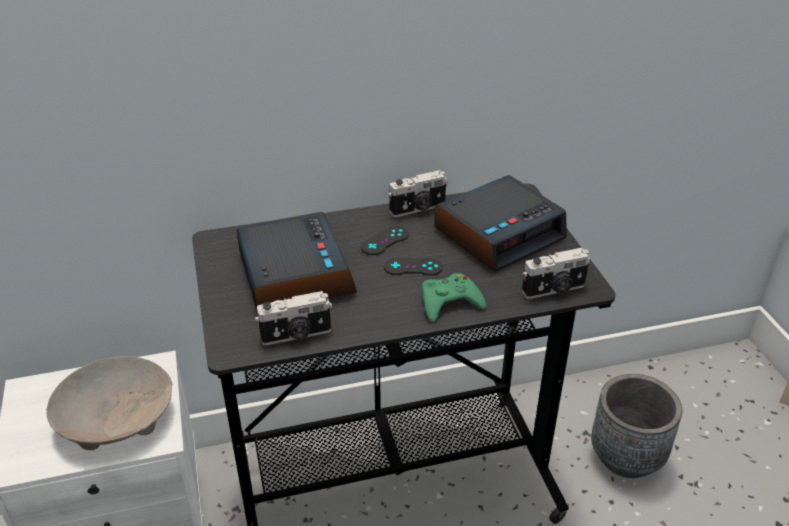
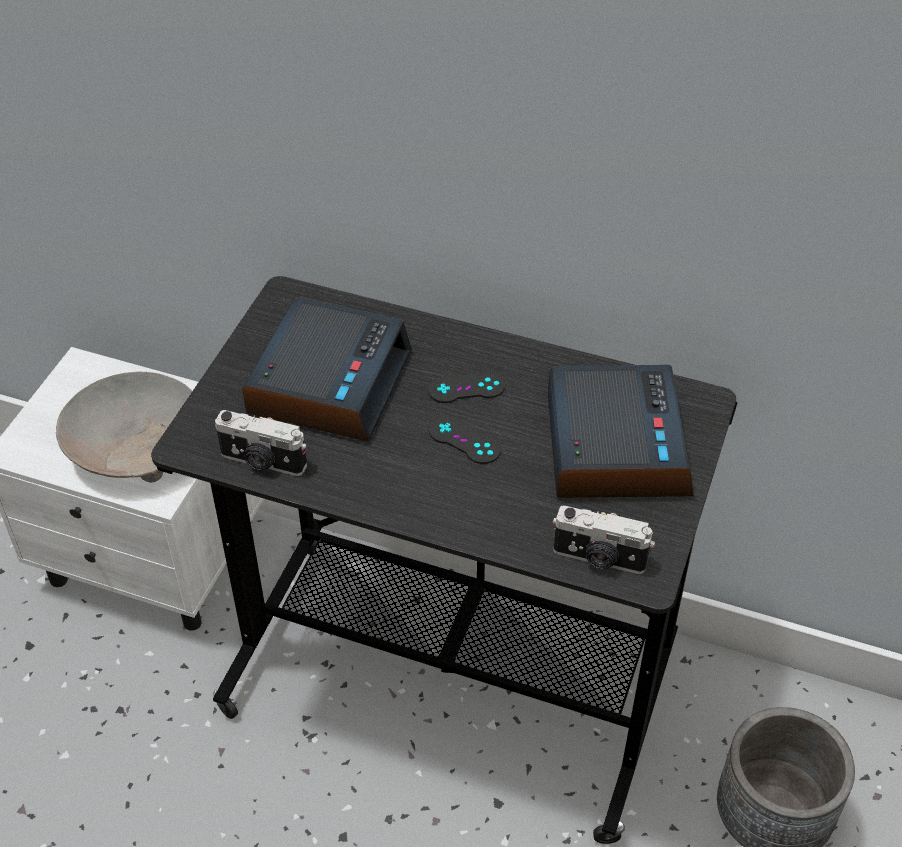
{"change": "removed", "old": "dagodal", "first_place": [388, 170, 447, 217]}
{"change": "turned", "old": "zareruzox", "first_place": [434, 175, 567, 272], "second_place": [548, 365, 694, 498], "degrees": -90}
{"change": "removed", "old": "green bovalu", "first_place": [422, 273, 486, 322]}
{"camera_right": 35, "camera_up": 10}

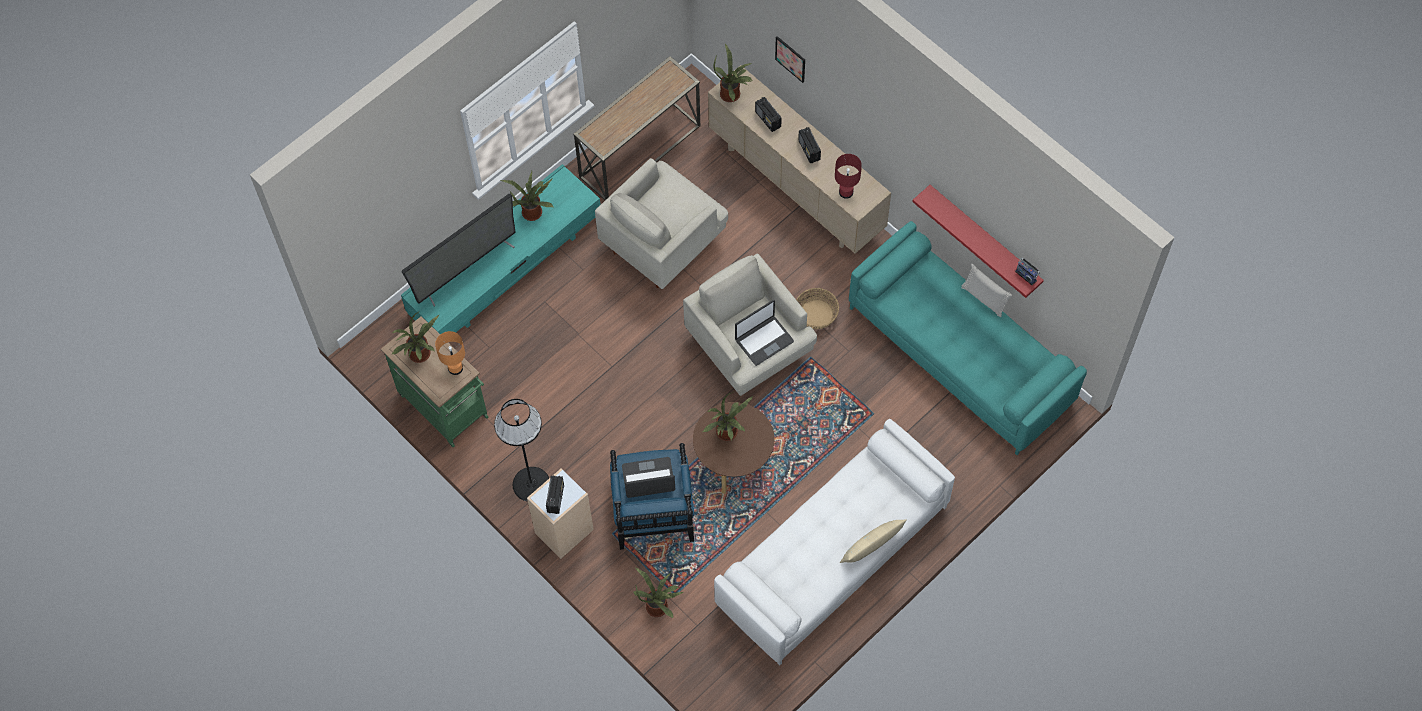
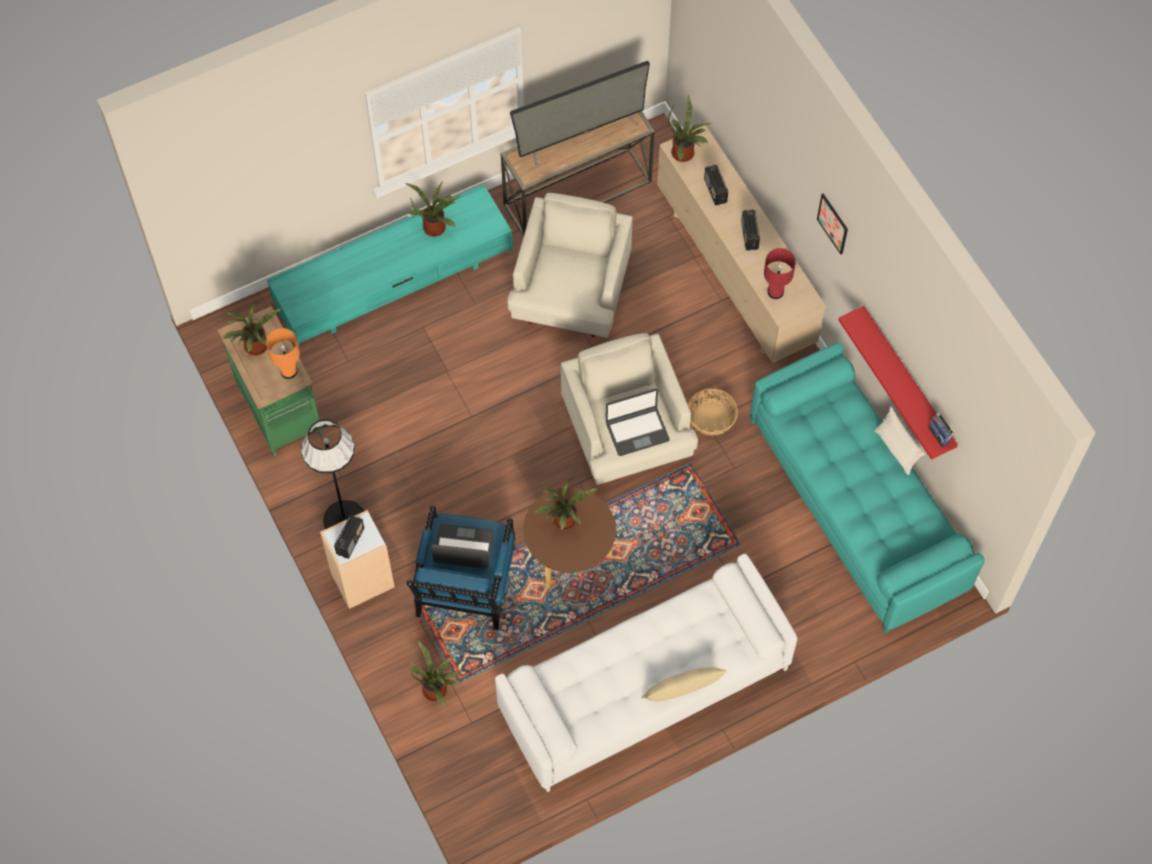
{"change": "moved", "old": "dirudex", "first_place": [775, 36, 805, 83], "second_place": [817, 193, 848, 255]}
{"change": "turned", "old": "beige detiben", "first_place": [595, 158, 728, 289], "second_place": [507, 193, 633, 338], "degrees": 135}
{"change": "moved", "old": "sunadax", "first_place": [401, 193, 515, 307], "second_place": [510, 61, 650, 165]}
{"camera_right": 15, "camera_up": 0}

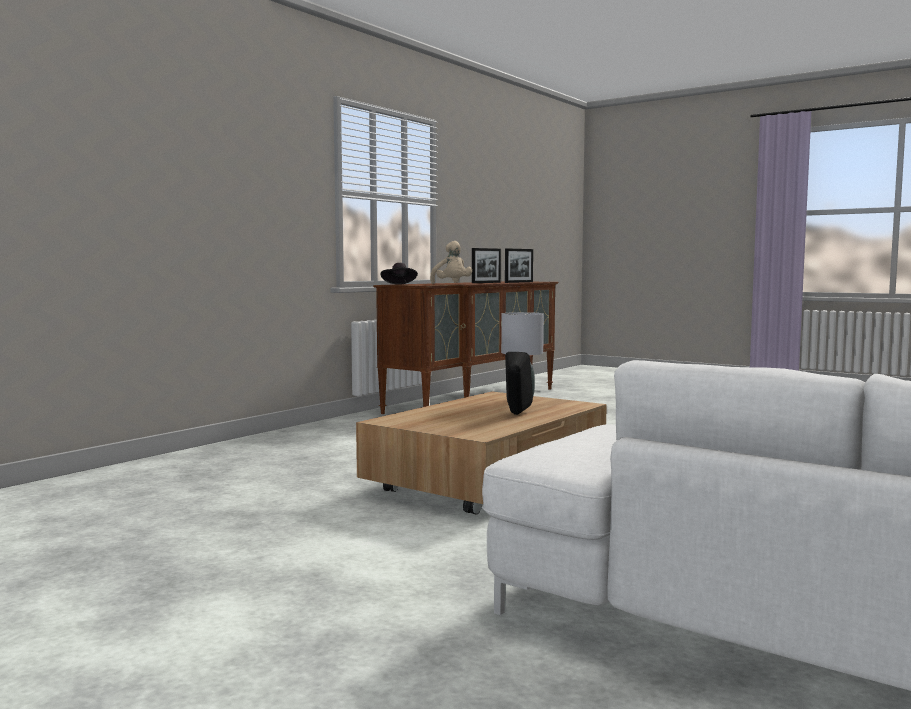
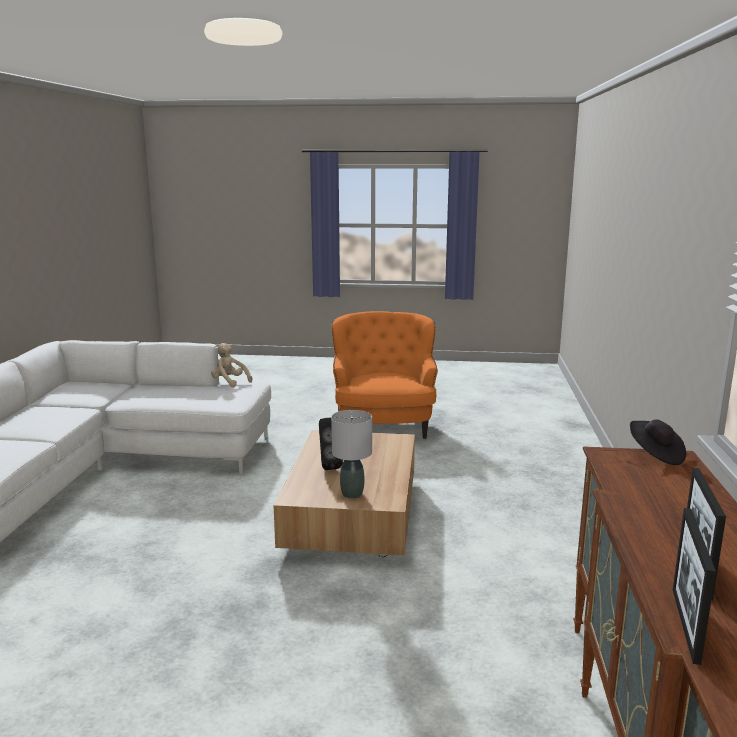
{"change": "moved", "old": "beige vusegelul", "first_place": [430, 241, 472, 284], "second_place": [211, 343, 252, 387]}
{"change": "added", "new": "orange detiben", "second_place": [332, 311, 438, 439]}
{"camera_right": 150, "camera_up": 10}

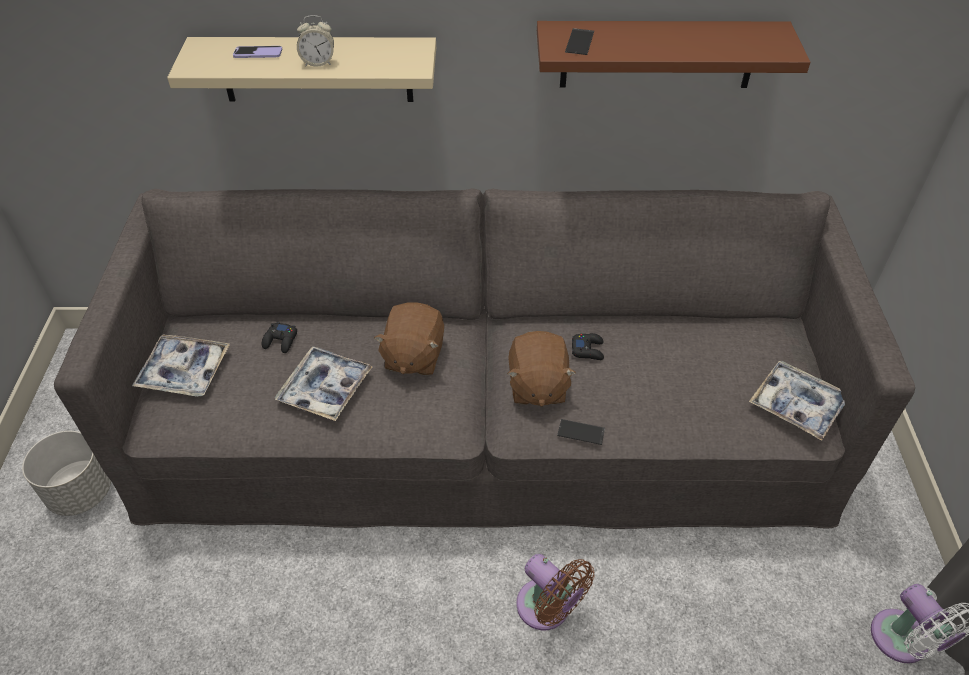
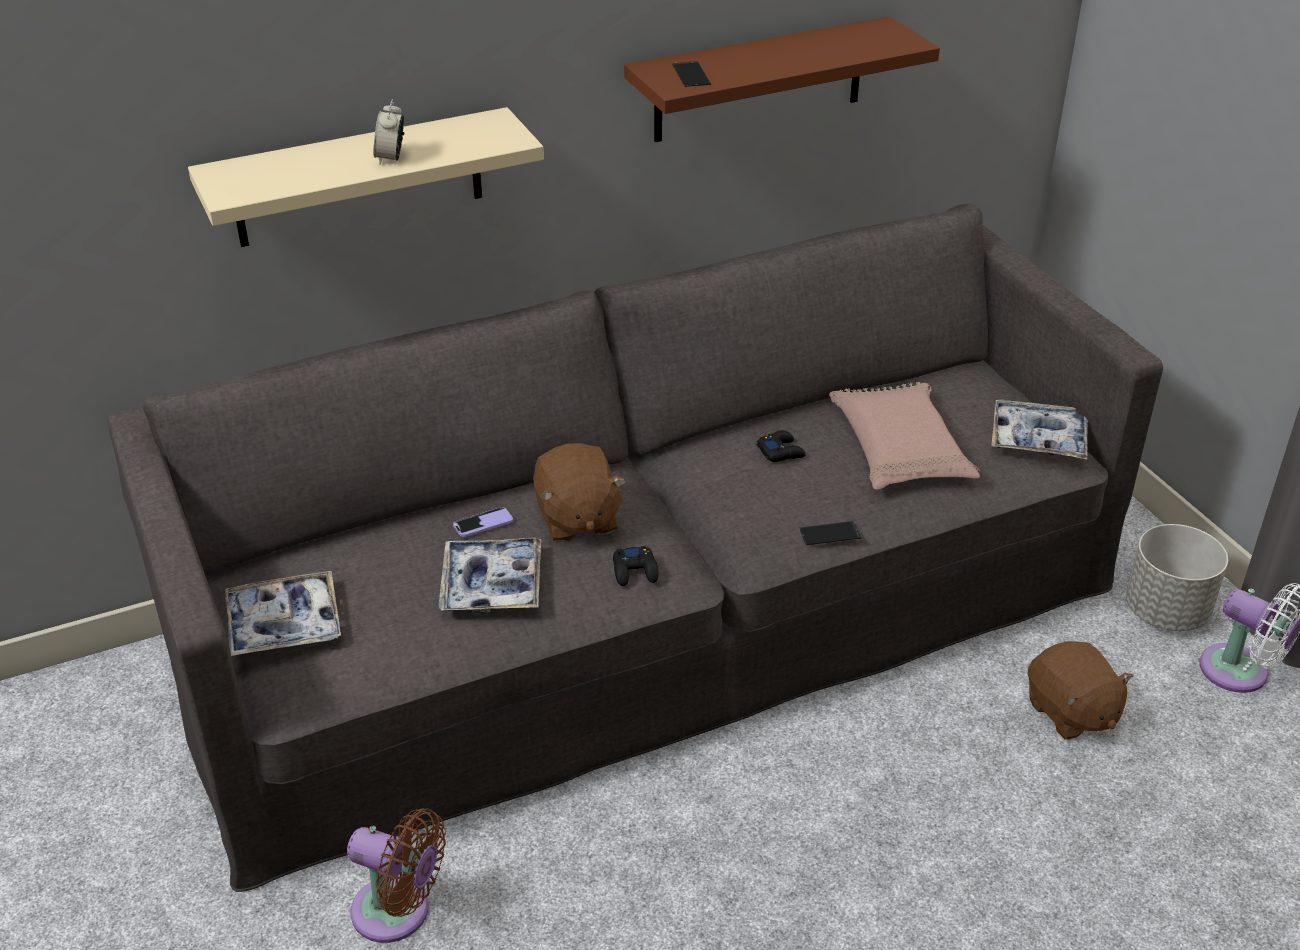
{"change": "turned", "old": "zareruzox", "first_place": [297, 15, 334, 67], "second_place": [373, 99, 404, 165], "degrees": 120}
{"change": "moved", "old": "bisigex", "first_place": [233, 46, 282, 58], "second_place": [453, 507, 513, 537]}
{"change": "moved", "old": "black bovalu", "first_place": [262, 322, 297, 353], "second_place": [613, 546, 659, 586]}
{"change": "moved", "old": "brown vusegelul", "first_place": [507, 331, 576, 407], "second_place": [1028, 641, 1133, 740]}
{"change": "moved", "old": "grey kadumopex", "first_place": [22, 431, 111, 516], "second_place": [1126, 524, 1228, 631]}
{"change": "moved", "old": "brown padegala", "first_place": [516, 554, 595, 631], "second_place": [347, 808, 446, 943]}
{"change": "added", "new": "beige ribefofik", "second_place": [829, 381, 980, 490]}
{"camera_right": -25, "camera_up": -10}

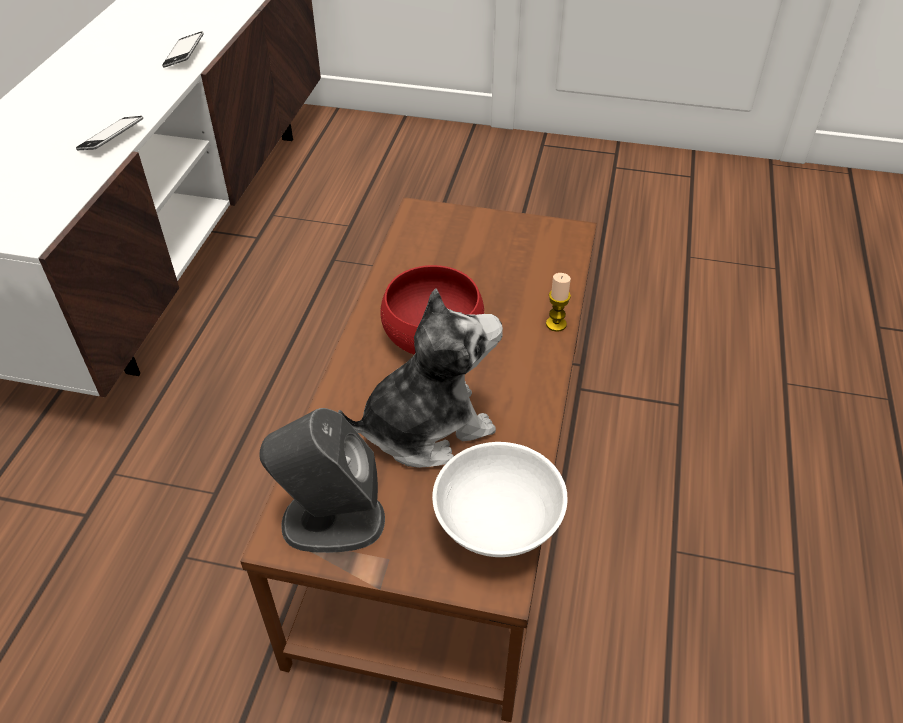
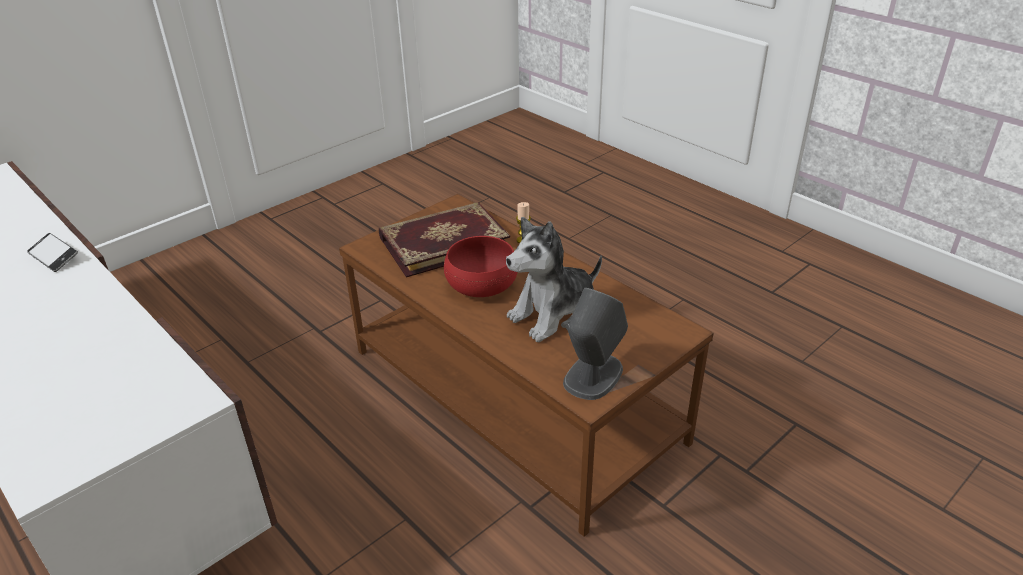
{"change": "removed", "old": "bisigex", "first_place": [76, 116, 143, 150]}
{"change": "turned", "old": "vusegelul", "first_place": [338, 288, 503, 468], "second_place": [506, 217, 602, 342], "degrees": -135}
{"change": "removed", "old": "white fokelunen", "first_place": [432, 442, 568, 557]}
{"change": "added", "new": "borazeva", "second_place": [379, 202, 510, 278]}
{"camera_right": -55, "camera_up": -10}

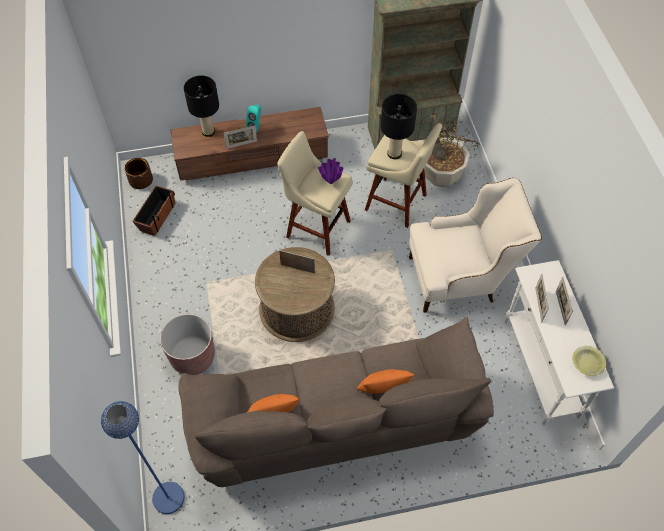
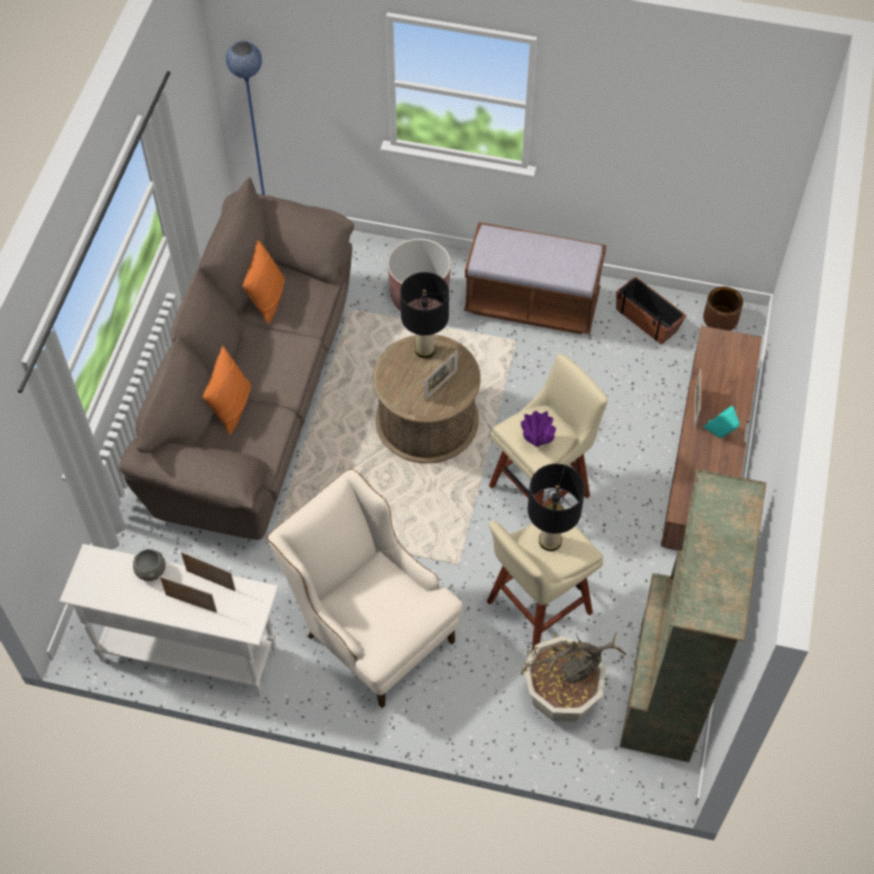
{"change": "moved", "old": "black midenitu", "first_place": [184, 75, 219, 137], "second_place": [400, 272, 449, 358]}
{"change": "turned", "old": "beige detiben", "first_place": [409, 178, 542, 313], "second_place": [267, 469, 463, 708], "degrees": 120}
{"change": "removed", "old": "yellow fokelunen", "first_place": [572, 346, 606, 376]}
{"change": "added", "new": "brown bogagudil", "second_place": [464, 222, 607, 334]}
{"change": "added", "new": "grey fokelunen", "second_place": [133, 549, 166, 581]}
{"camera_right": 115, "camera_up": 0}

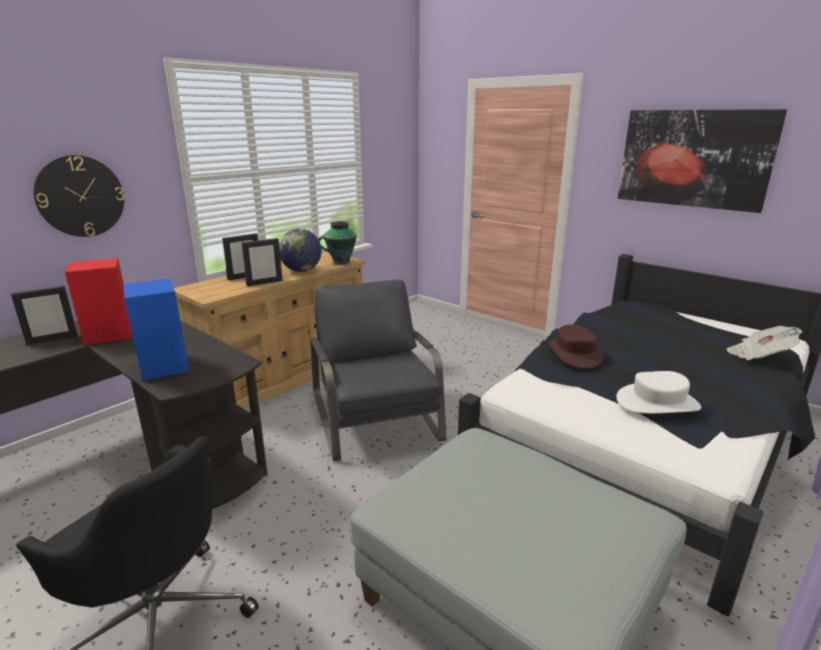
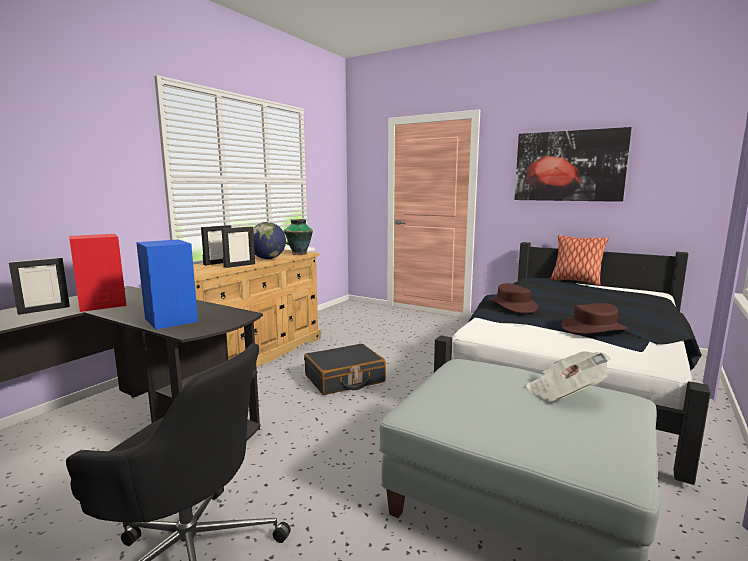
{"change": "removed", "old": "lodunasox", "first_place": [33, 155, 125, 237]}
{"change": "replaced", "old": "grey detiben", "new": "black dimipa", "first_place": [310, 279, 446, 461], "second_place": [304, 344, 386, 395]}
{"change": "moved", "old": "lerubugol", "first_place": [726, 326, 802, 360], "second_place": [526, 351, 611, 402]}
{"change": "recoloured", "old": "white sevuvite", "new": "brown sevuvite", "first_place": [616, 371, 702, 414], "second_place": [561, 303, 628, 334]}
{"change": "added", "new": "ribefofik", "second_place": [550, 235, 608, 286]}
{"camera_right": -10, "camera_up": -10}

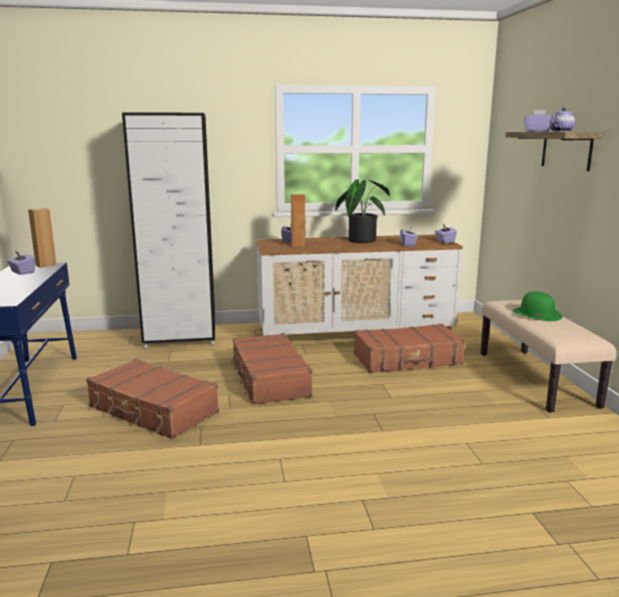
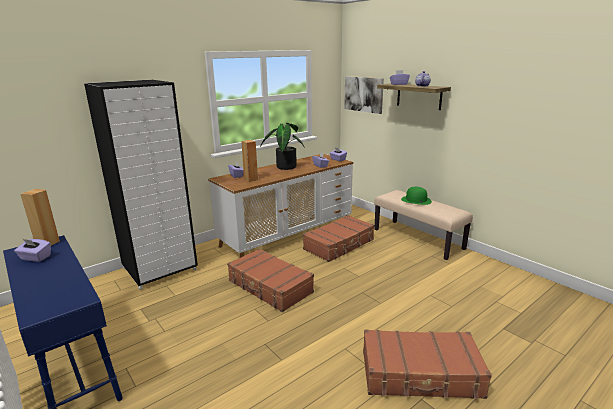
{"change": "moved", "old": "brown dimipa", "first_place": [86, 359, 219, 439], "second_place": [363, 329, 492, 399]}
{"change": "added", "new": "dirudex", "second_place": [344, 76, 384, 114]}
{"camera_right": -30, "camera_up": 5}

